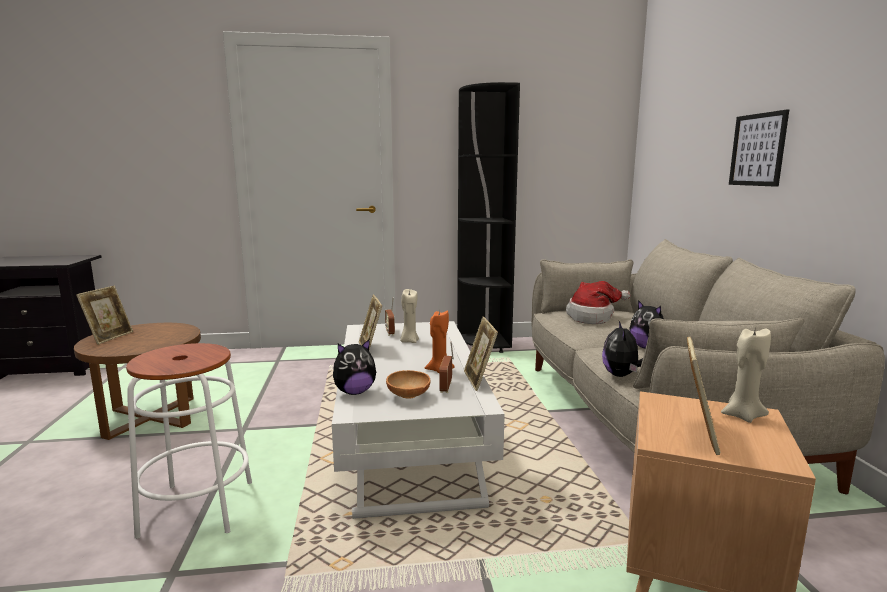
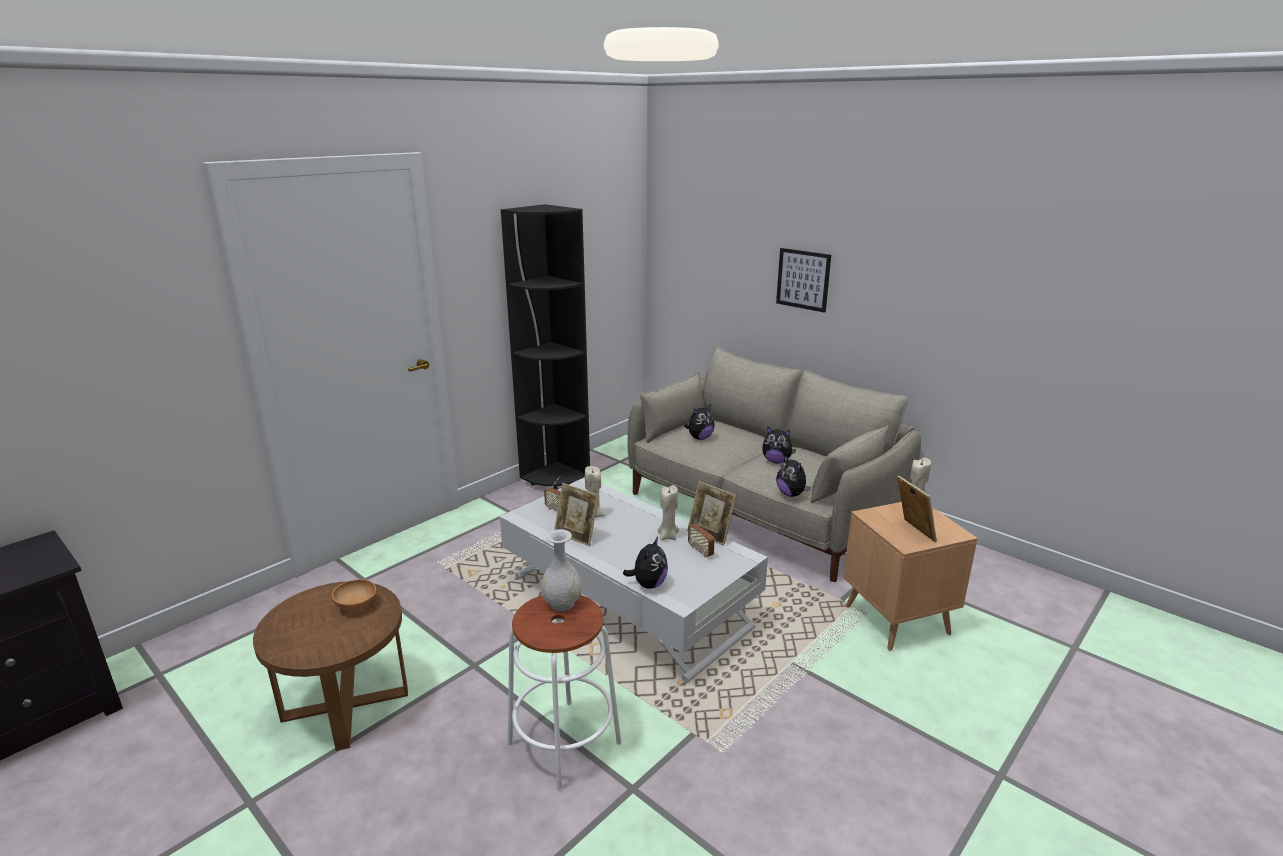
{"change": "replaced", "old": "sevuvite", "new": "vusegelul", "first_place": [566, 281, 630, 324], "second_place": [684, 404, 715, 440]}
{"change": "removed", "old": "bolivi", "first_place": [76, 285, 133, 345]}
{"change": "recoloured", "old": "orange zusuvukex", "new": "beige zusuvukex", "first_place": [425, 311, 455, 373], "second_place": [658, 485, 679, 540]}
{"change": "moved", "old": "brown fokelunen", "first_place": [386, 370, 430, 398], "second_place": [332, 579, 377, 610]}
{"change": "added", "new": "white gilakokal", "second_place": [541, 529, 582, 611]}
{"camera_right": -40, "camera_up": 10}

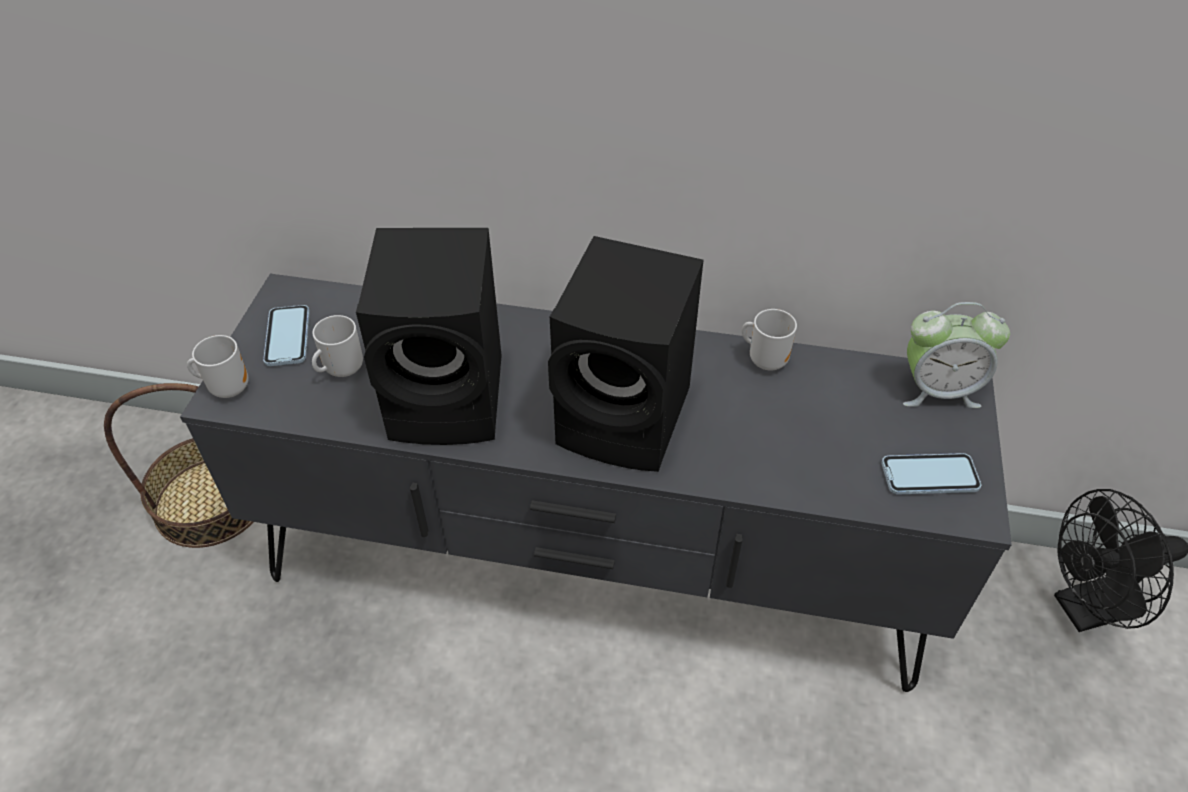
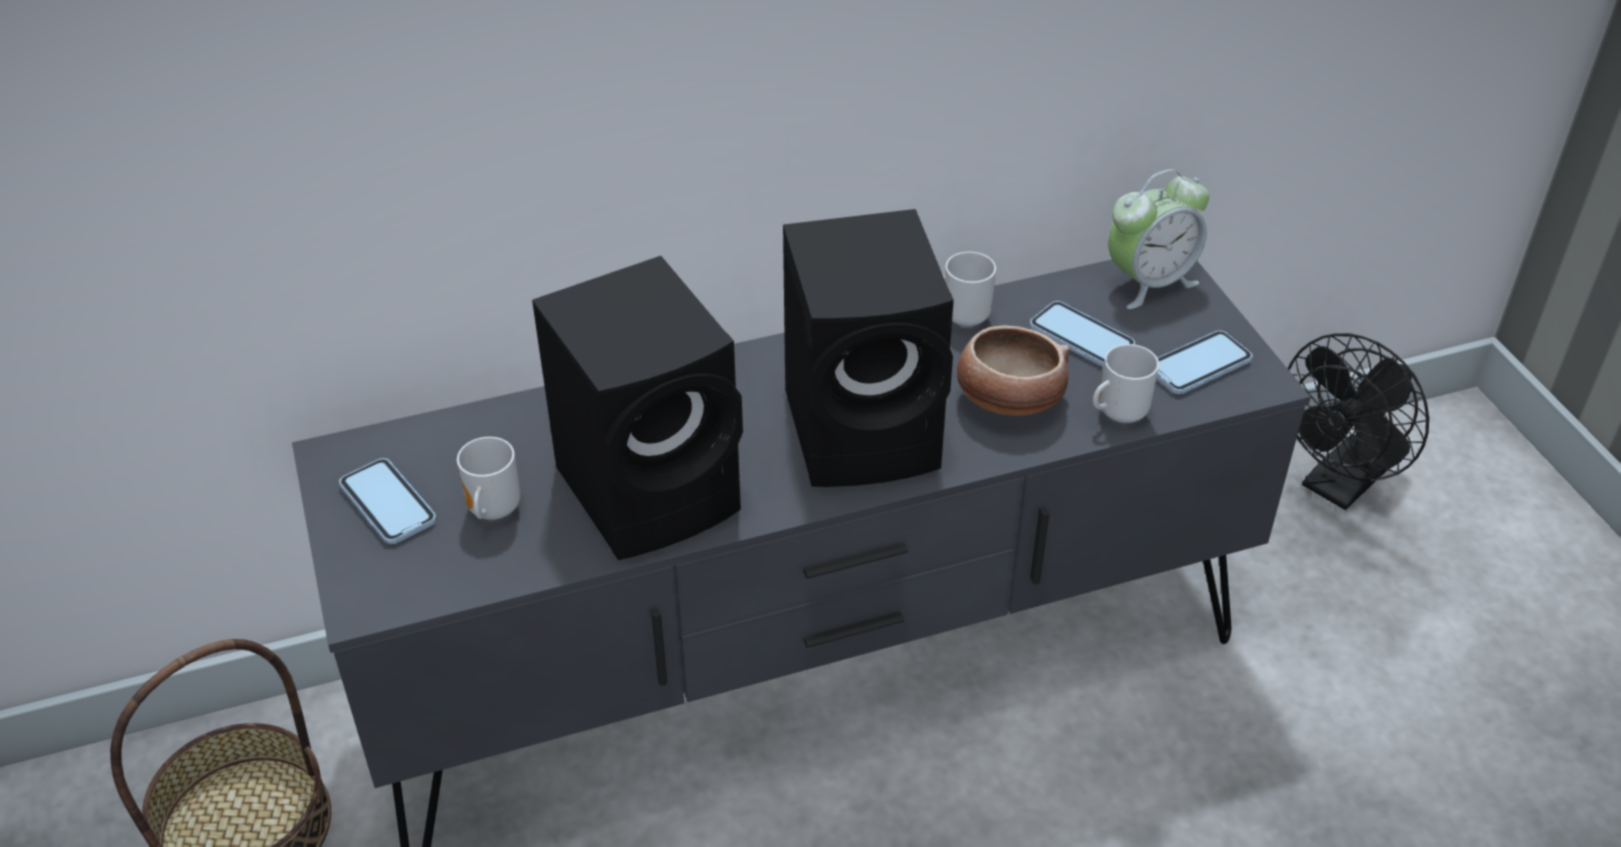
{"change": "moved", "old": "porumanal", "first_place": [187, 335, 249, 398], "second_place": [1093, 344, 1159, 423]}
{"change": "added", "new": "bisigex", "second_place": [1030, 301, 1135, 367]}
{"change": "added", "new": "fokelunen", "second_place": [957, 325, 1070, 416]}
{"camera_right": -30, "camera_up": -5}

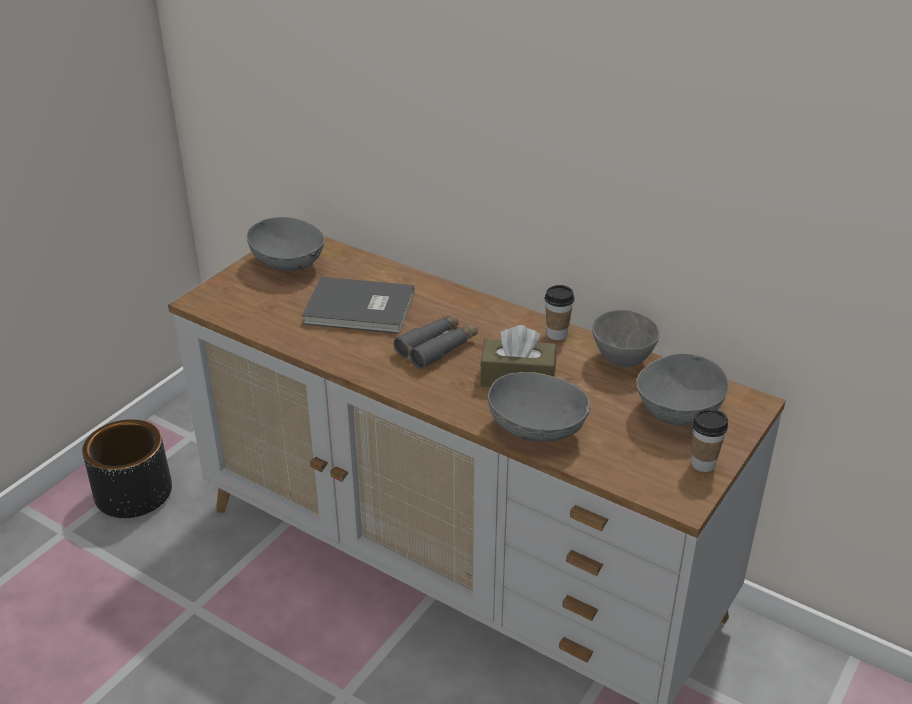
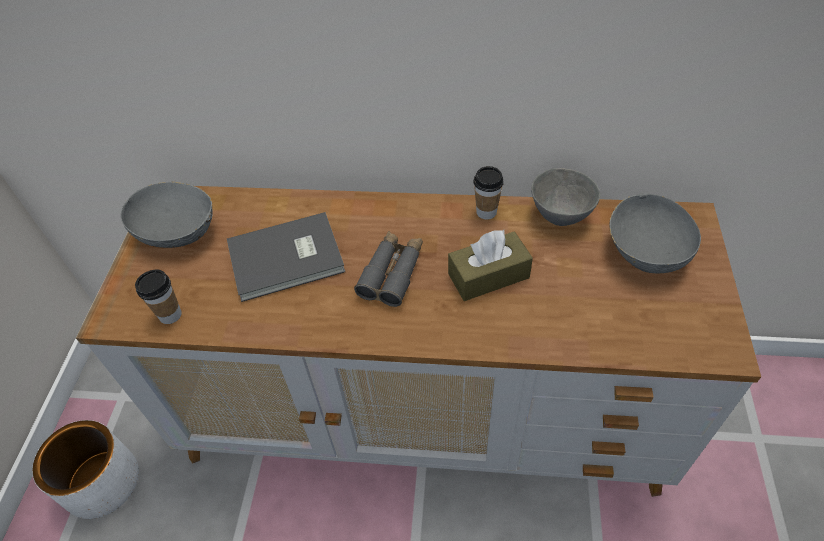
{"change": "removed", "old": "grey fokelunen", "first_place": [488, 372, 590, 442]}
{"change": "moved", "old": "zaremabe", "first_place": [691, 409, 728, 472], "second_place": [135, 270, 182, 324]}
{"change": "recoloured", "old": "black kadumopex", "new": "white kadumopex", "first_place": [82, 419, 172, 518], "second_place": [32, 420, 139, 519]}
{"camera_right": -25, "camera_up": 15}

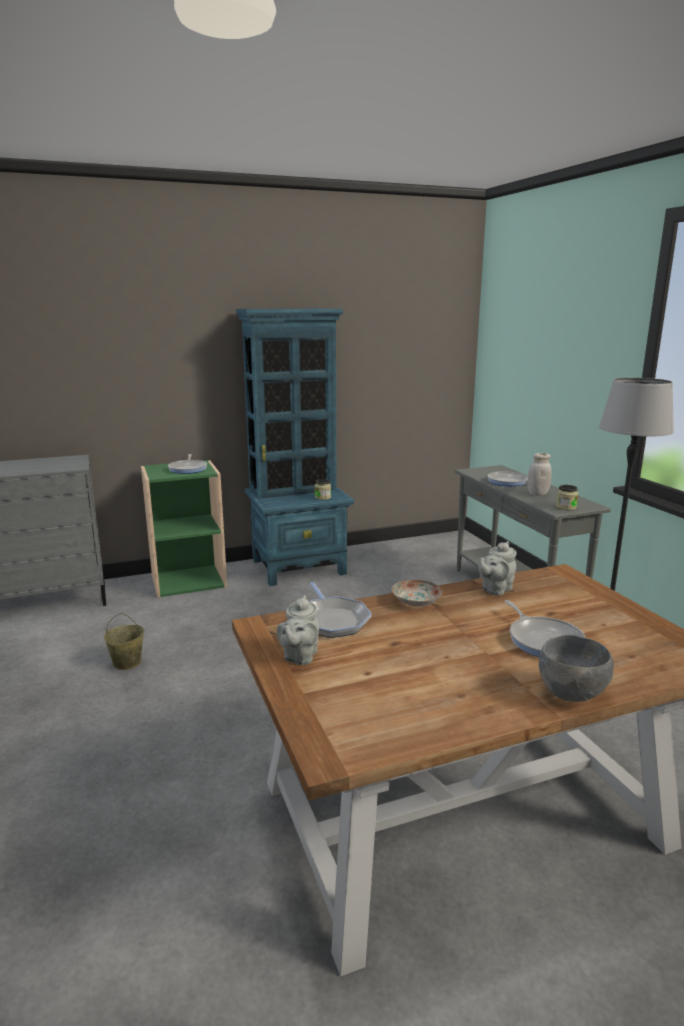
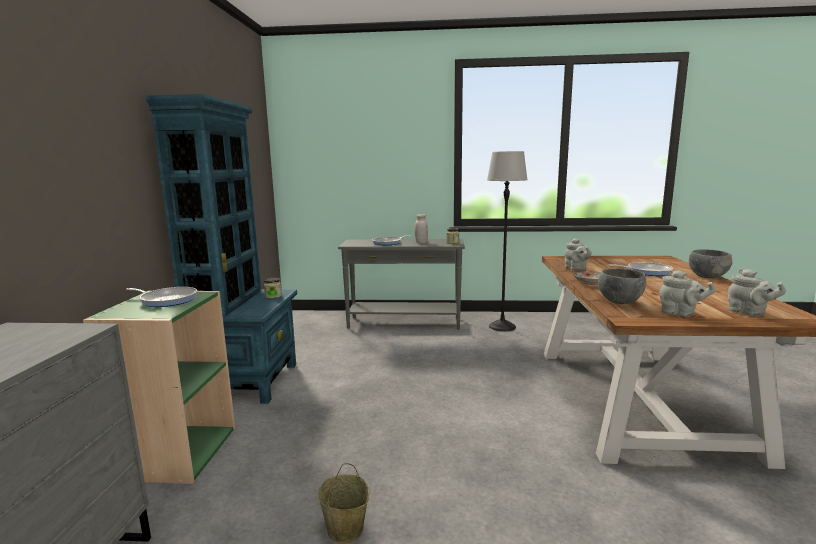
{"change": "replaced", "old": "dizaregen", "new": "grey fokelunen", "first_place": [309, 582, 372, 638], "second_place": [598, 268, 646, 304]}
{"change": "added", "new": "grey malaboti", "second_place": [728, 269, 786, 316]}
{"camera_right": -65, "camera_up": -5}

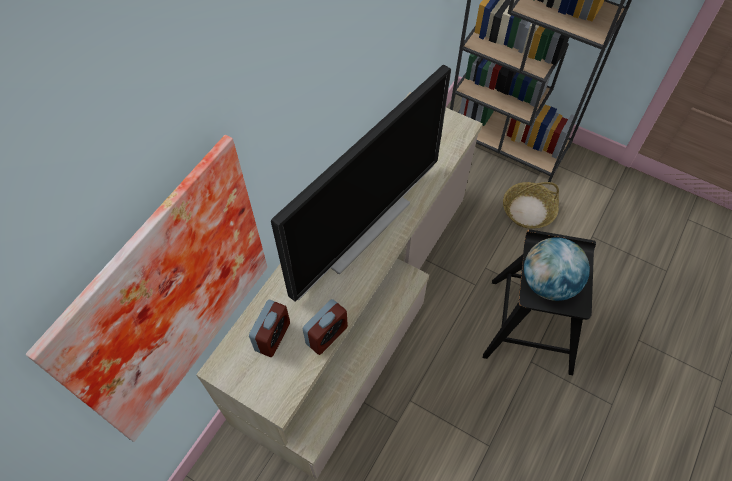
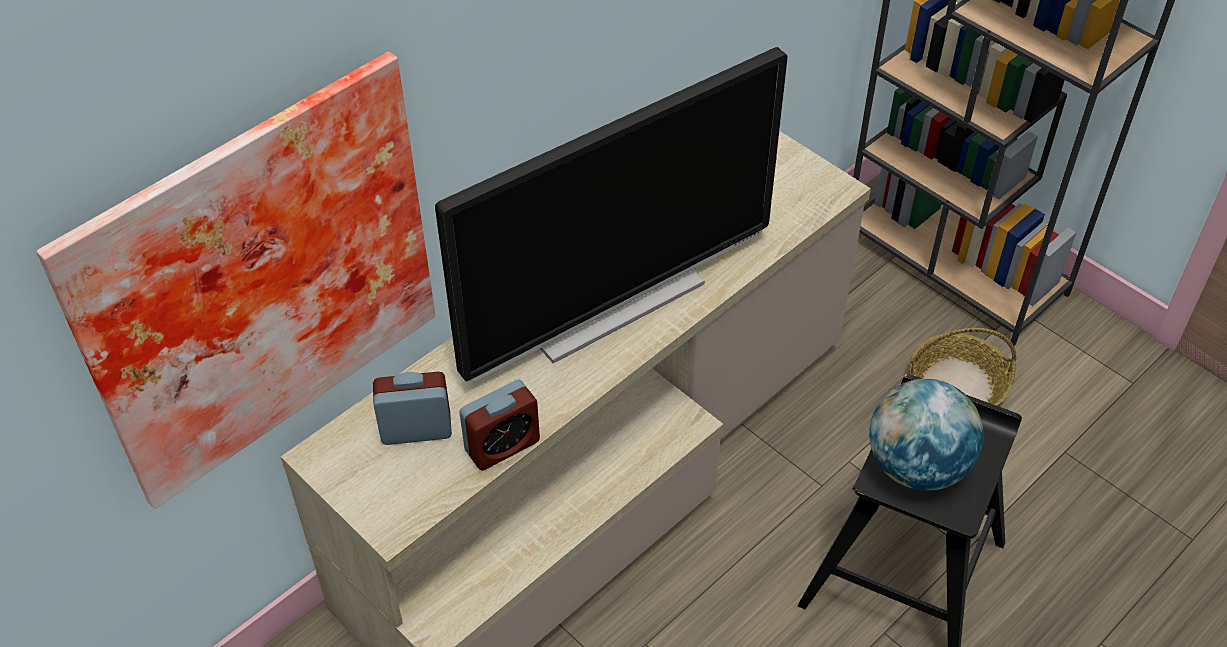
{"change": "turned", "old": "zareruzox", "first_place": [249, 300, 290, 357], "second_place": [373, 372, 452, 445], "degrees": -135}
{"camera_right": 15, "camera_up": -10}

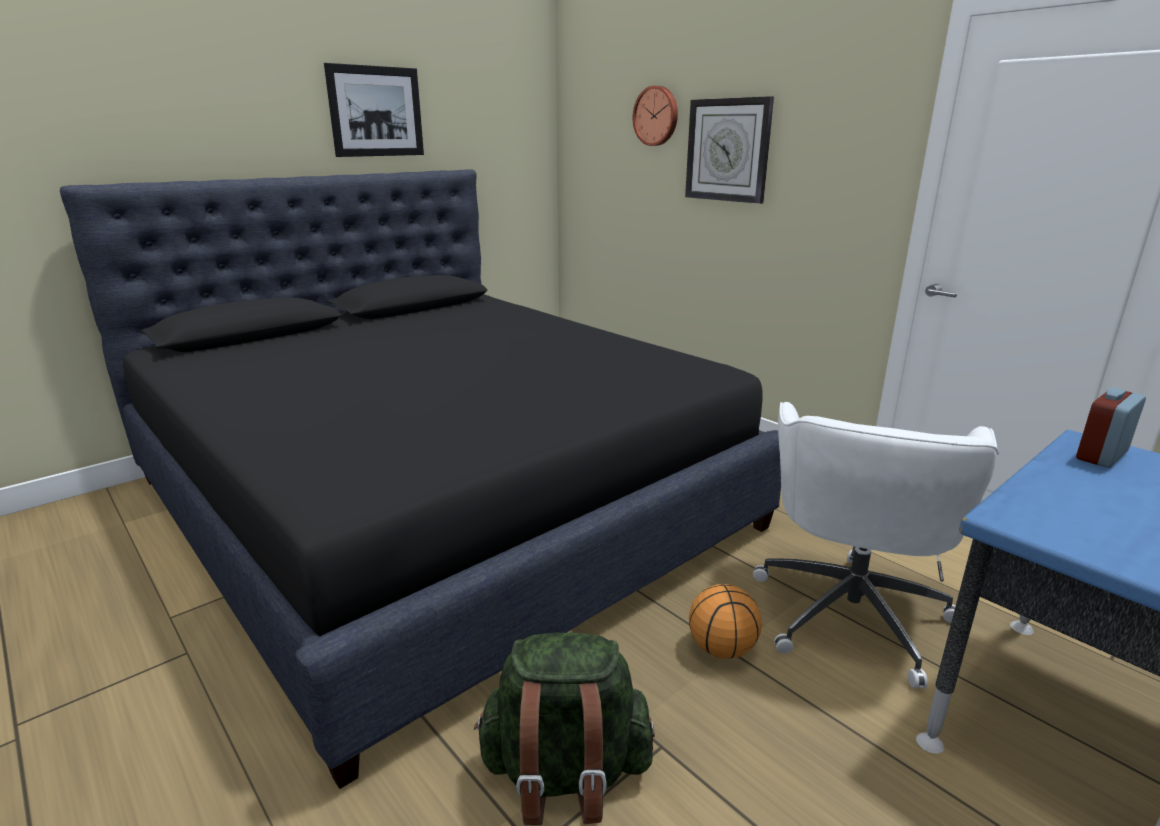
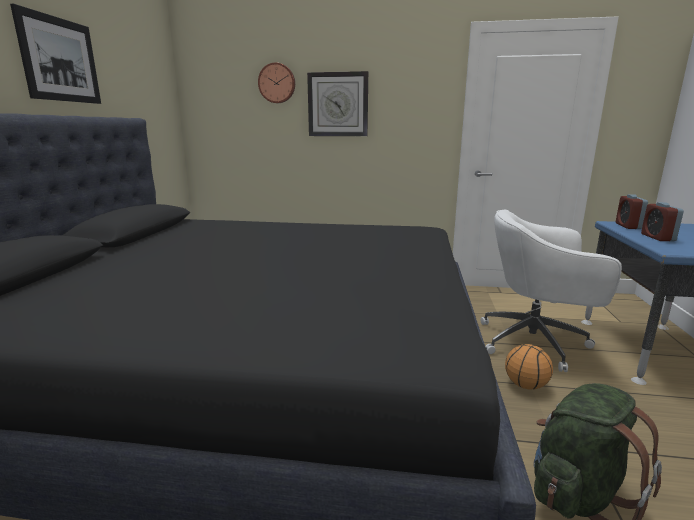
{"change": "turned", "old": "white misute", "first_place": [753, 402, 999, 688], "second_place": [480, 210, 622, 372], "degrees": 120}
{"change": "added", "new": "zareruzox", "second_place": [641, 202, 684, 241]}
{"camera_right": -40, "camera_up": -5}

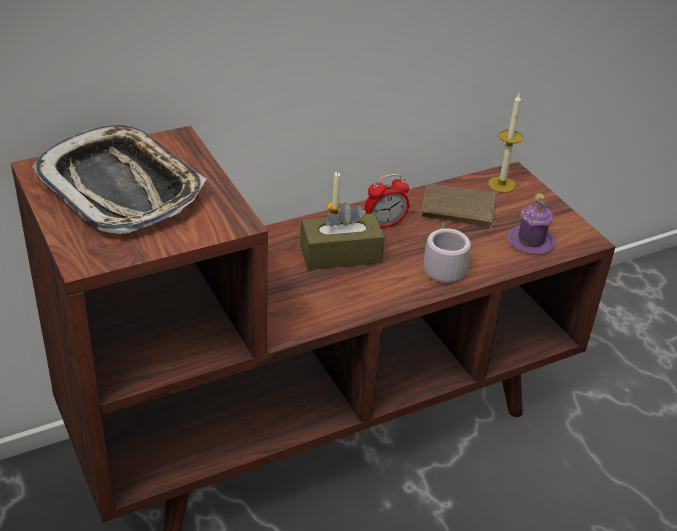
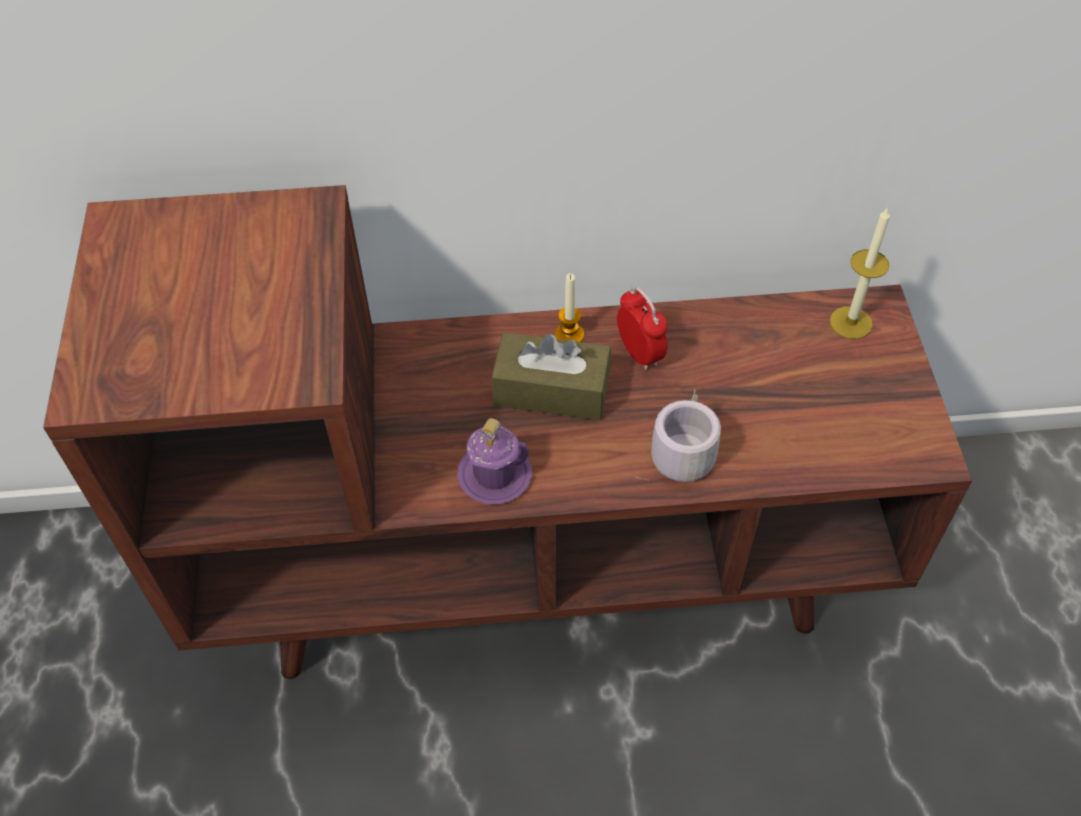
{"change": "removed", "old": "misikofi", "first_place": [33, 125, 206, 234]}
{"change": "turned", "old": "zareruzox", "first_place": [365, 174, 409, 228], "second_place": [617, 287, 667, 371], "degrees": -120}
{"change": "removed", "old": "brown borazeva", "first_place": [421, 184, 496, 232]}
{"change": "moved", "old": "purple porumanal", "first_place": [507, 193, 556, 254], "second_place": [457, 418, 532, 504]}
{"camera_right": 25, "camera_up": 15}

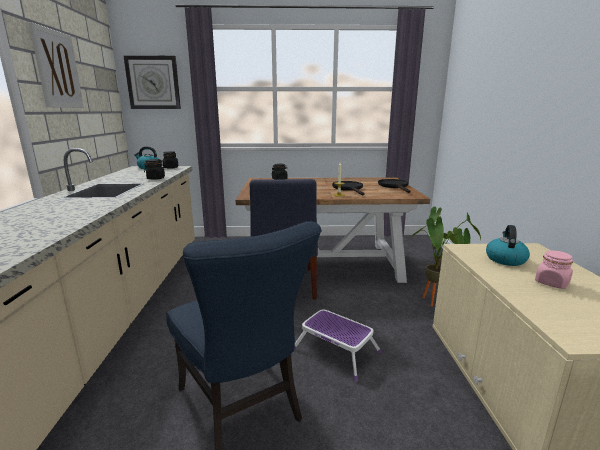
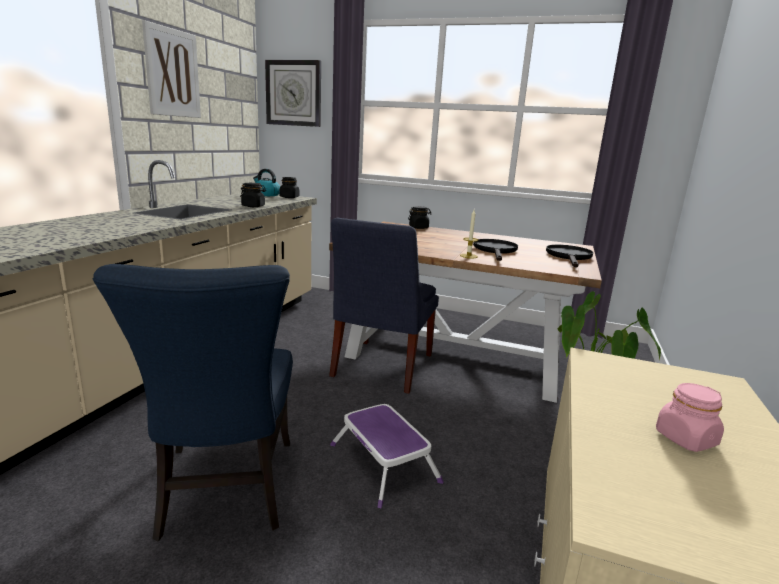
{"change": "removed", "old": "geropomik", "first_place": [486, 225, 530, 266]}
{"camera_right": 20, "camera_up": 0}

